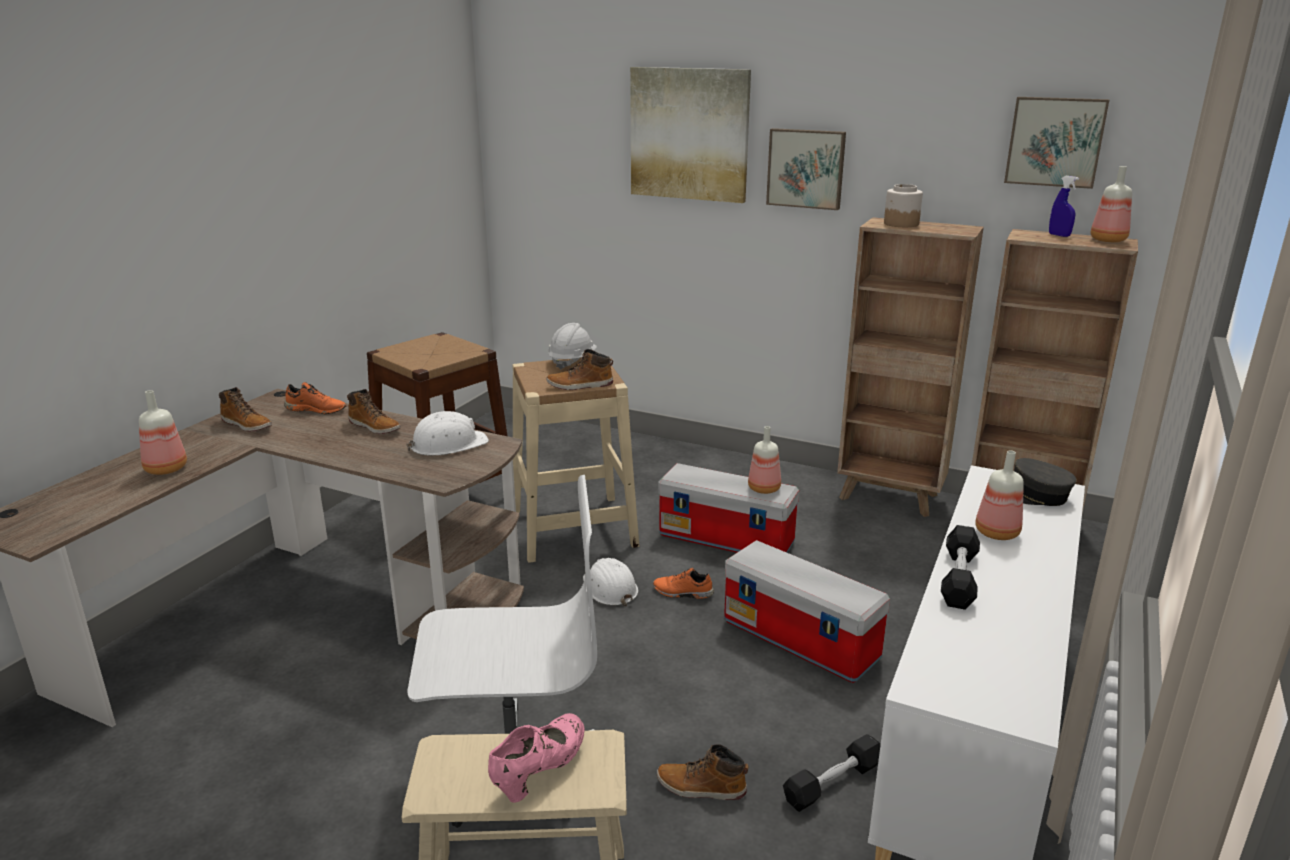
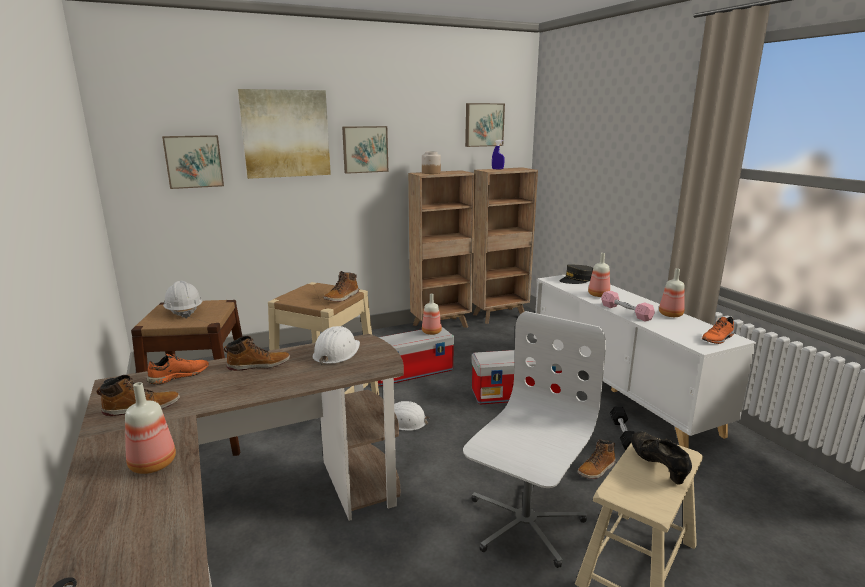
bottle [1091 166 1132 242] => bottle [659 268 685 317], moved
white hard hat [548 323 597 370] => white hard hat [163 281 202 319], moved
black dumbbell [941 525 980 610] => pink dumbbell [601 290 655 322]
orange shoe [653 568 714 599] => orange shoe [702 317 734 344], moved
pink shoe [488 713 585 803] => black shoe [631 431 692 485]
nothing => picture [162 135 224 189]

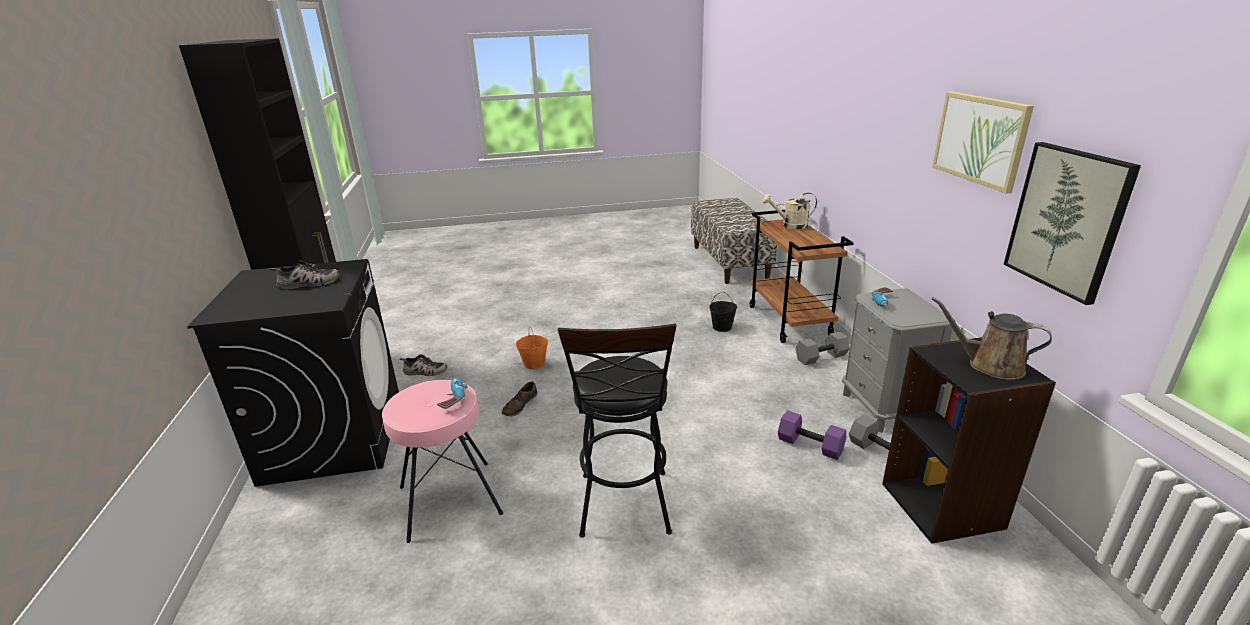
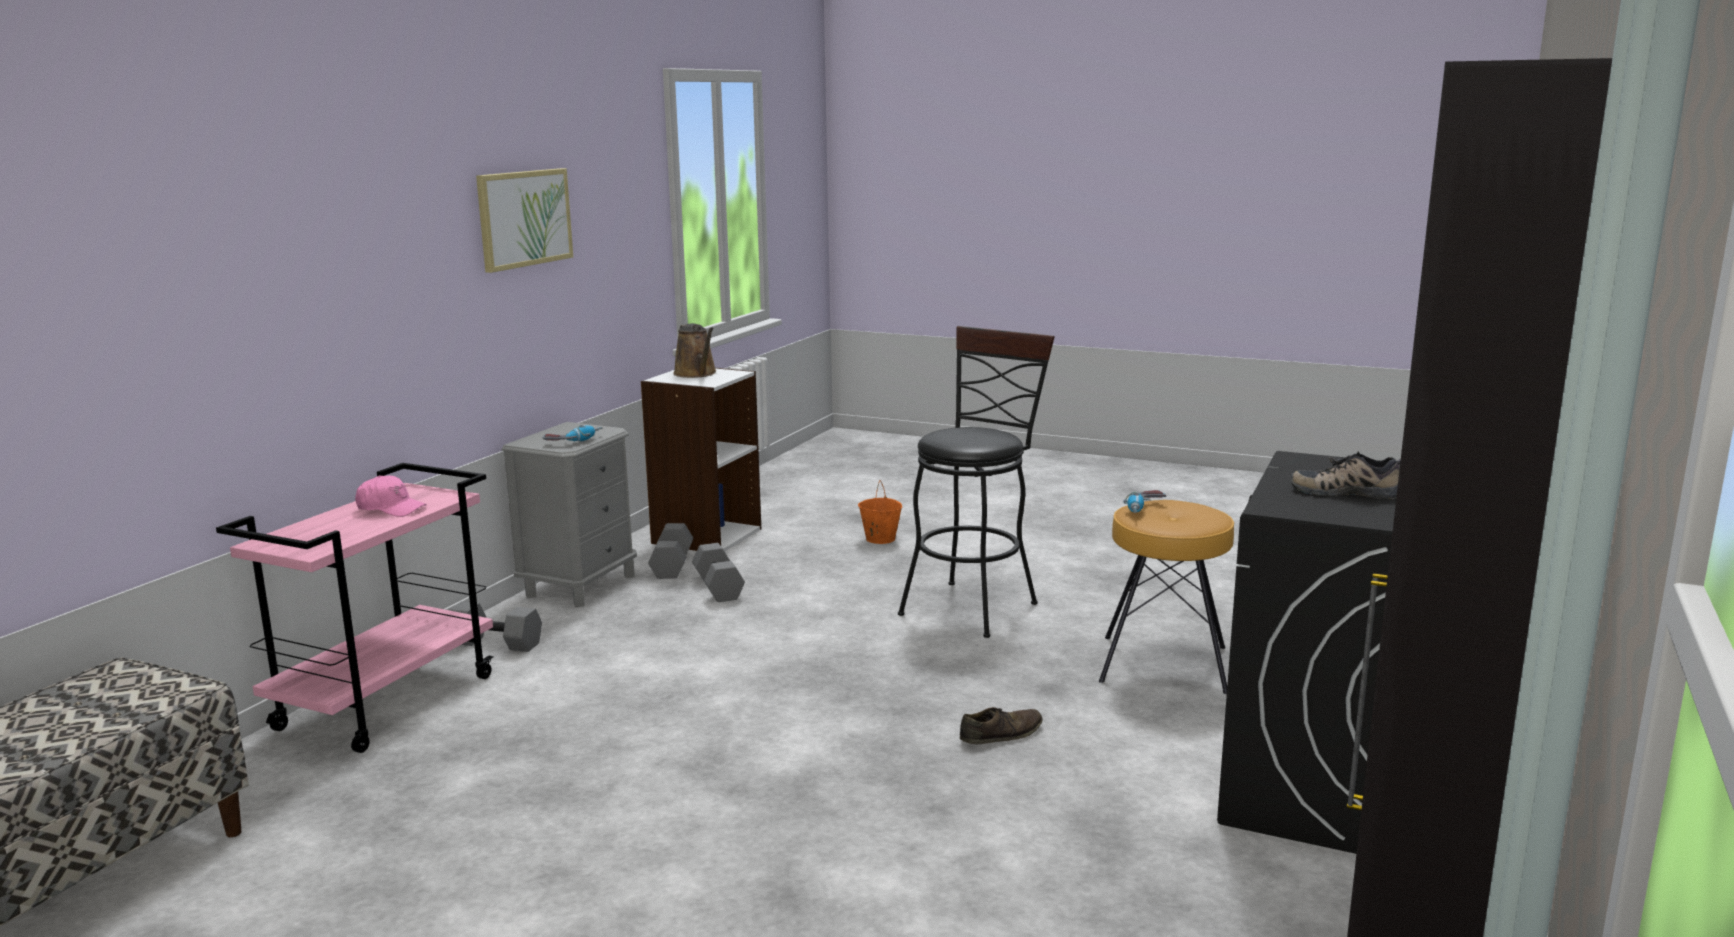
picture [1004 142 1141 305] => nothing
beige watering can [762 193 817 229] => nothing
brown cart [750 210 854 343] => pink cart [216 463 494 753]
black bucket [709 292 737 332] => nothing
orange bucket [516 326 548 369] => orange bucket [858 480 902 544], moved
black bookcase [882 337 1056 544] => white bookcase [641 368 761 551]
shoe [399 354 447 376] => nothing
pink stool [382 380 503 543] => brown stool [1099 500 1234 694]
purple dumbbell [778 410 846 460] => grey dumbbell [692 543 745 602]
nothing => pink cap [355 475 427 517]

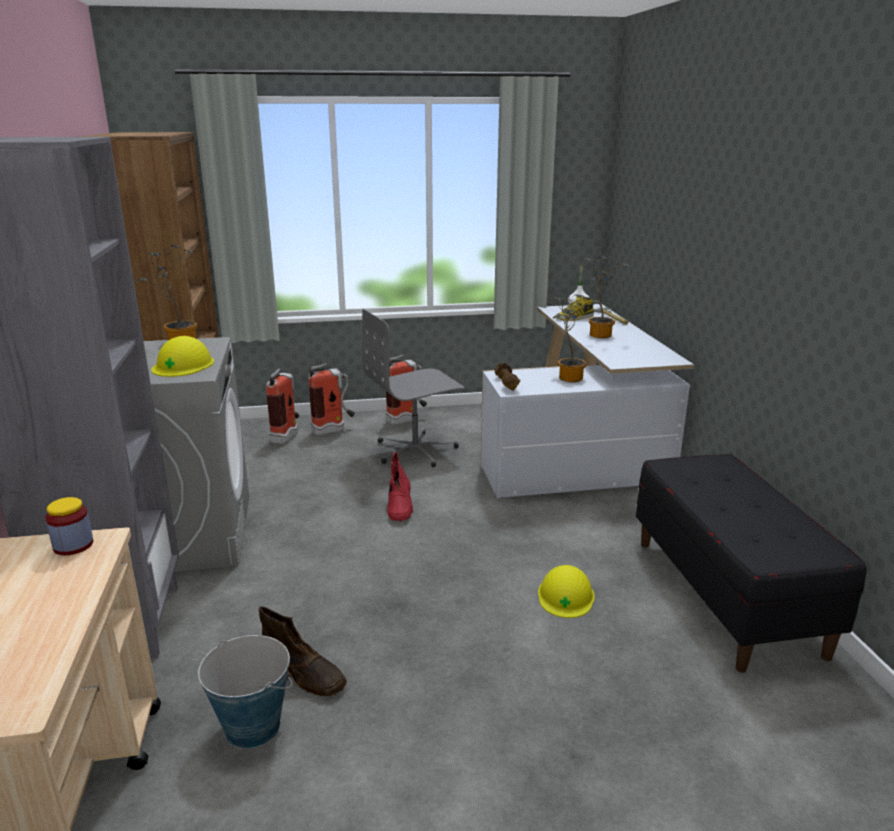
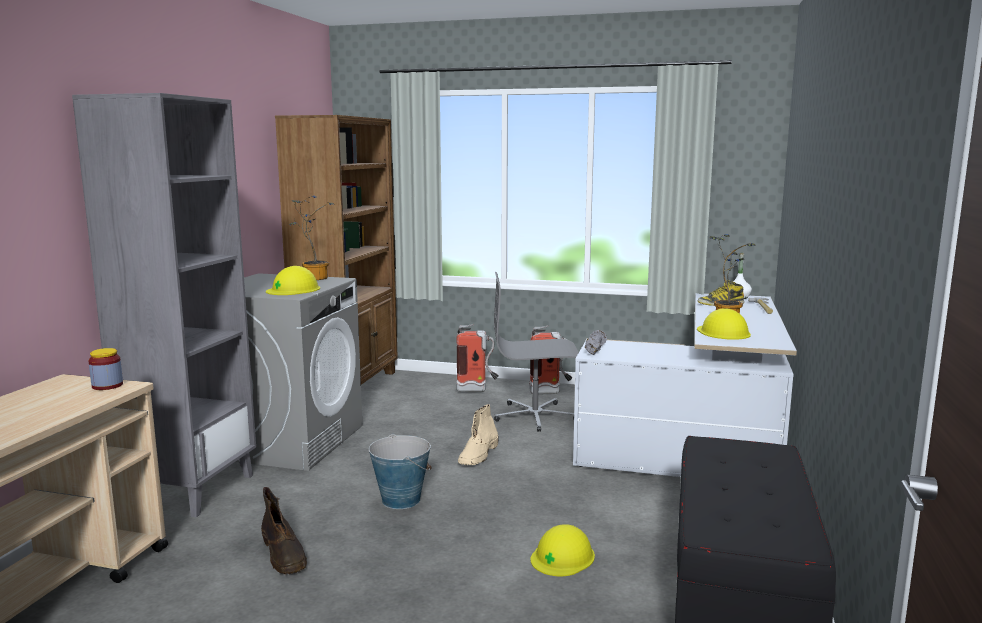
potted plant [553 294 601 382] => nothing
brown dumbbell [494 363 520 391] => grey dumbbell [585 330 607 355]
fire extinguisher [266 369 299 445] => nothing
red boot [387 452 413 521] => beige boot [458 404 499 466]
bucket [198 635 292 749] => bucket [369 434 432 509], moved
nothing => yellow hard hat [697 308 751 340]

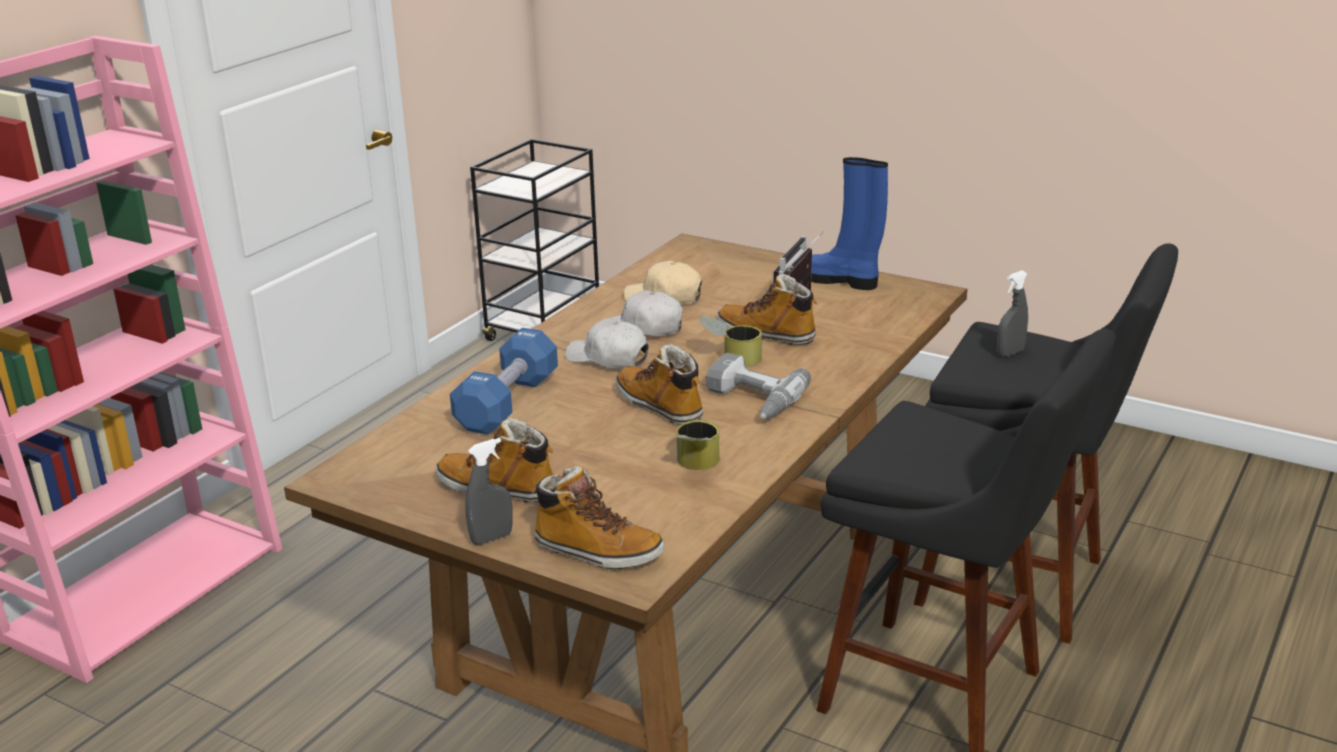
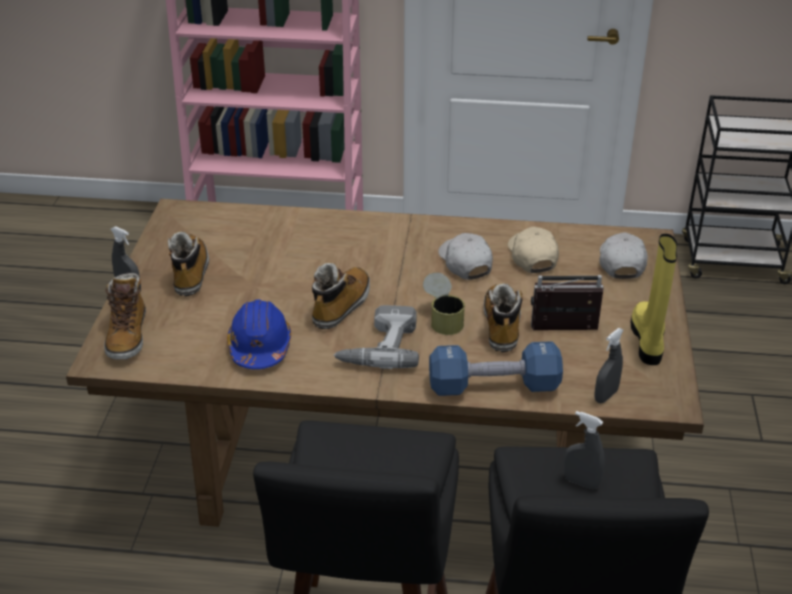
blue boot [811 157 888 290] => yellow boot [631 234 677 365]
white cap [565 319 649 369] => white cap [599 232 648 279], moved
blue dumbbell [450 328 558 435] => blue dumbbell [429 341 563 396], moved
can [676 420 720 470] => blue hard hat [227 299 291 369]
nothing => grey spray bottle [594 328 624 403]

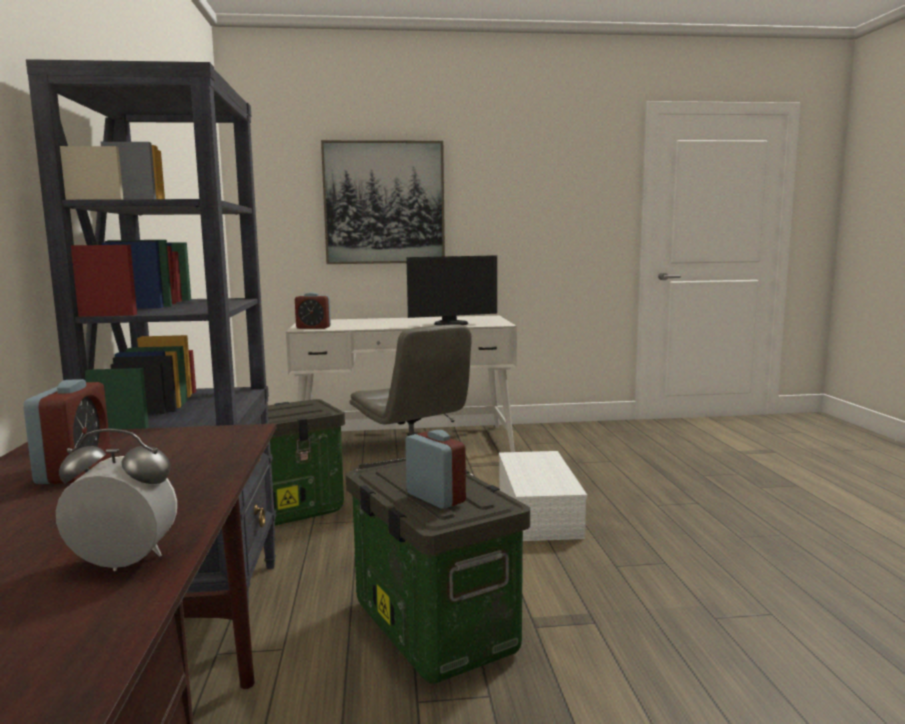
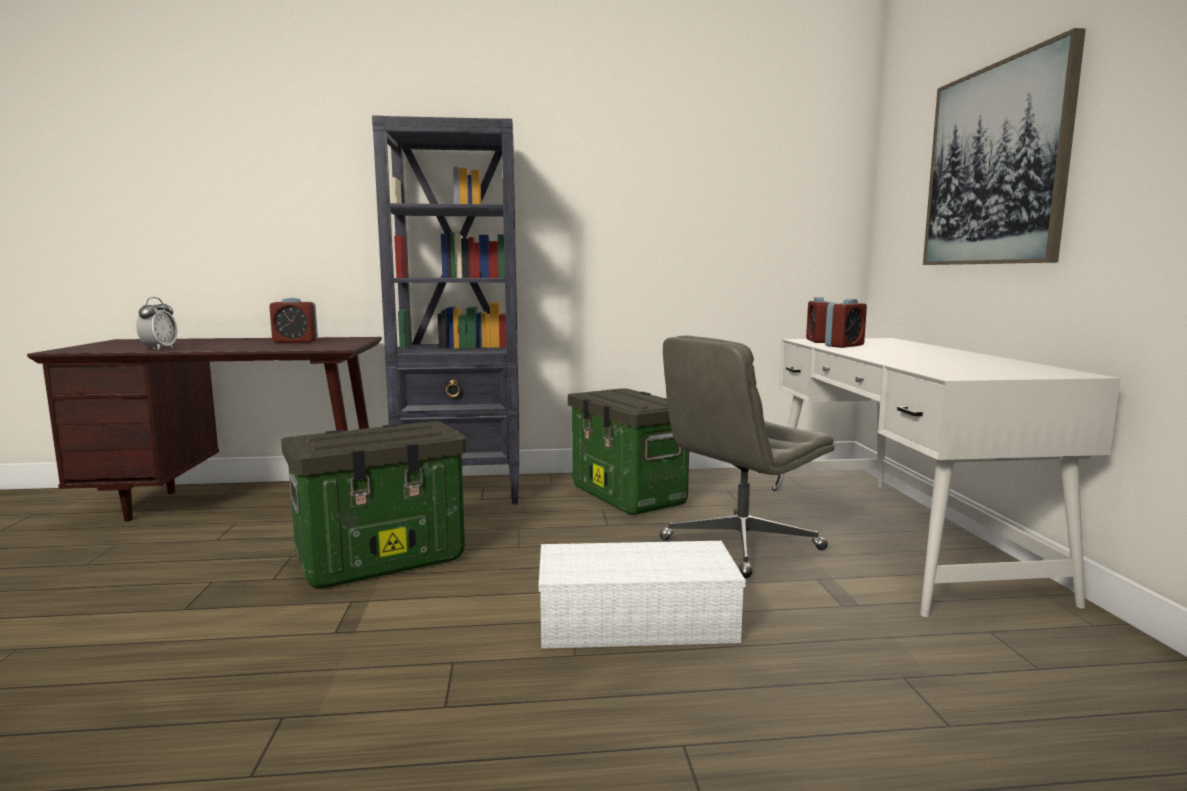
monitor [406 255 497 325] => nothing
alarm clock [405 430 466 509] => alarm clock [825 299 867 348], moved

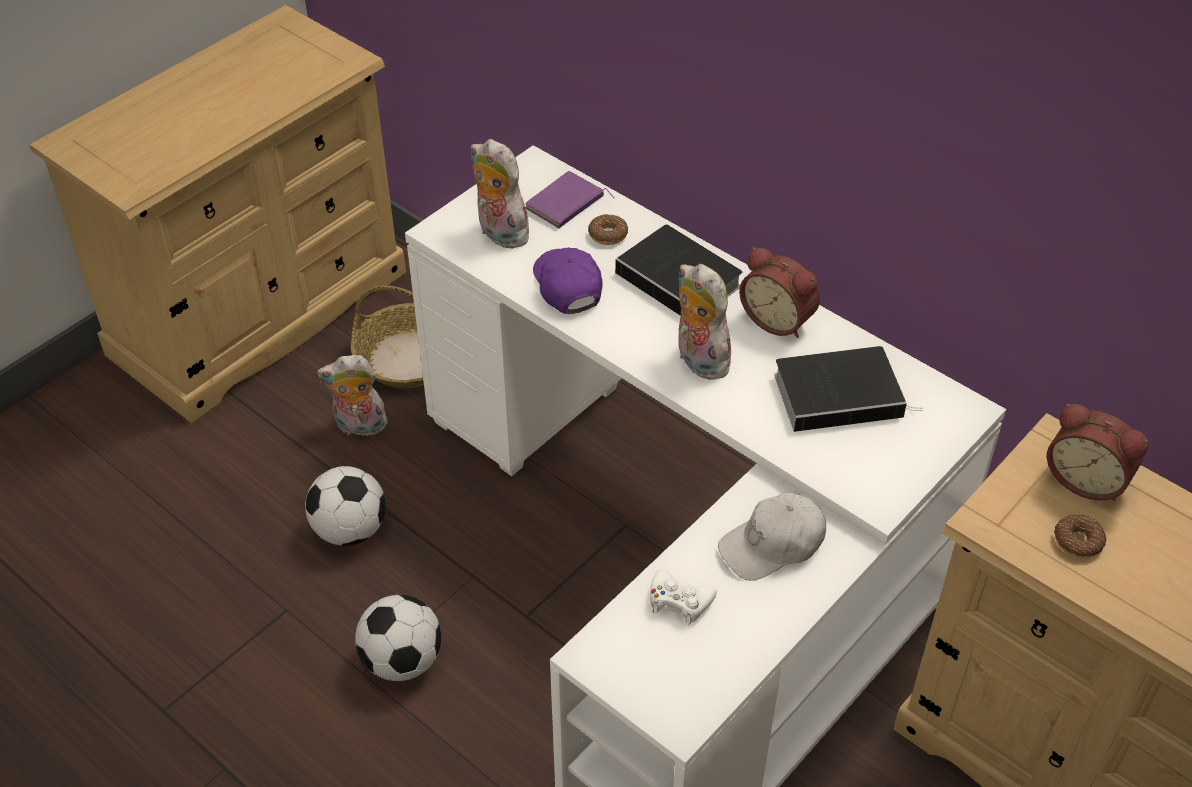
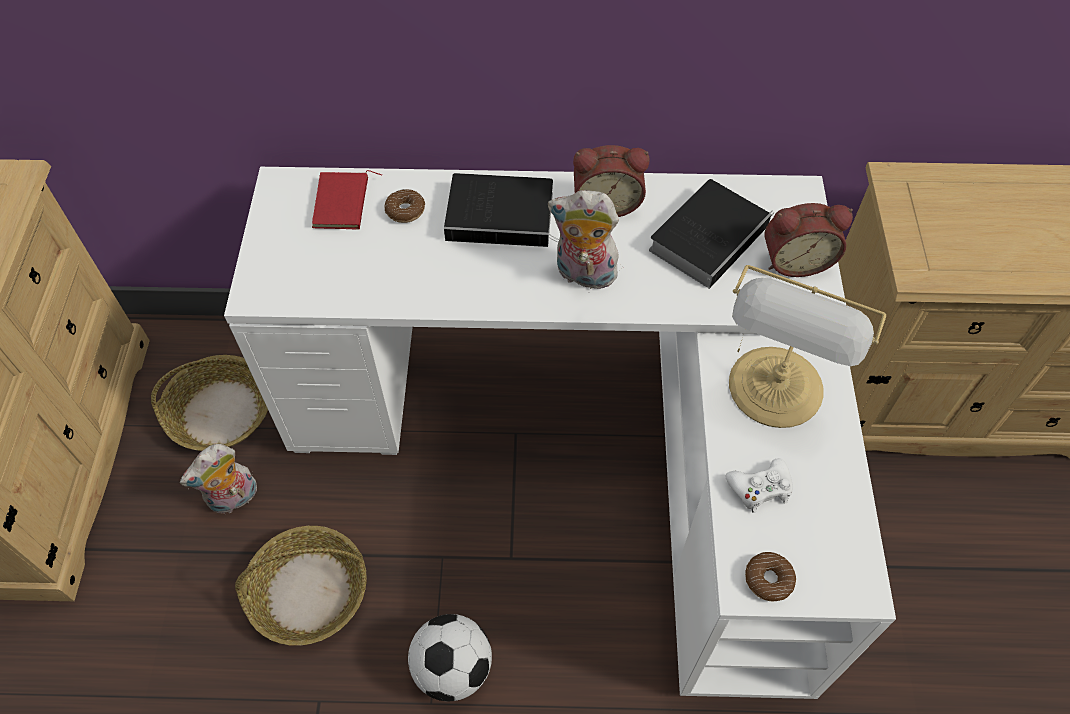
plush toy [471 139 529 248] => nothing
purple book [525 171 615 228] => red book [312 170 382 230]
purple cap [533 247 603 314] => nothing
alarm clock [1047 404 1149 501] => alarm clock [765 203 853 277], moved
football [305 466 386 546] => basket [235 526 367 646]
white cap [718 493 826 581] => table lamp [729 265 886 428]
donut [1054 514 1106 558] => donut [745 552 796 601], moved

